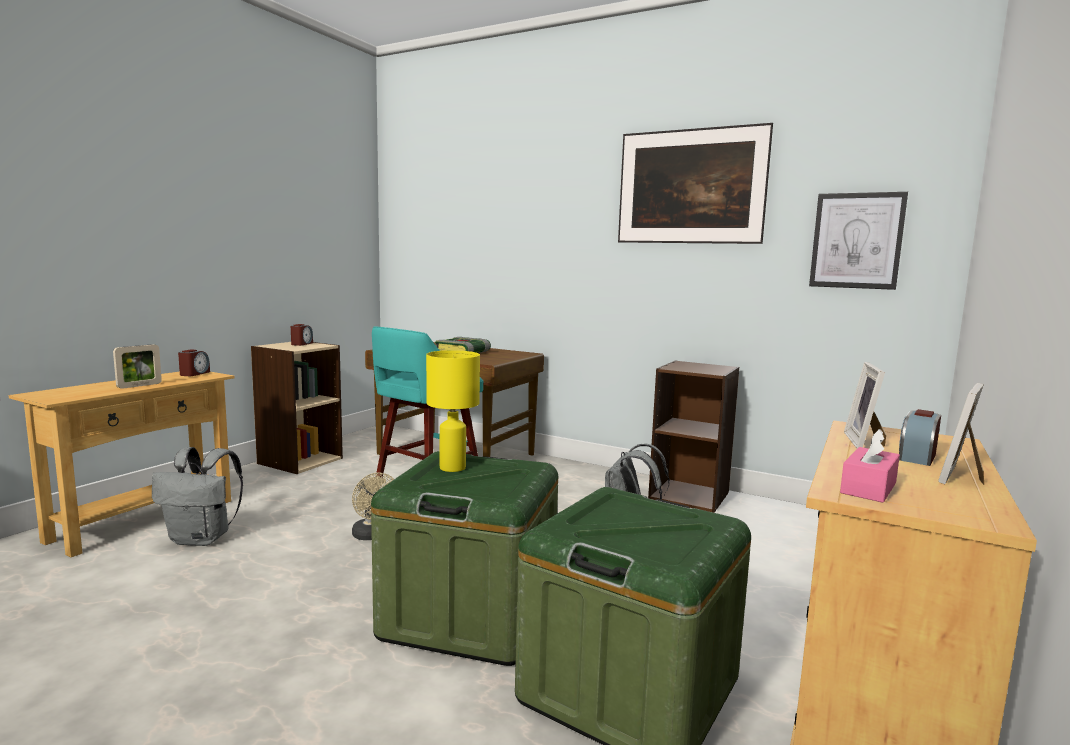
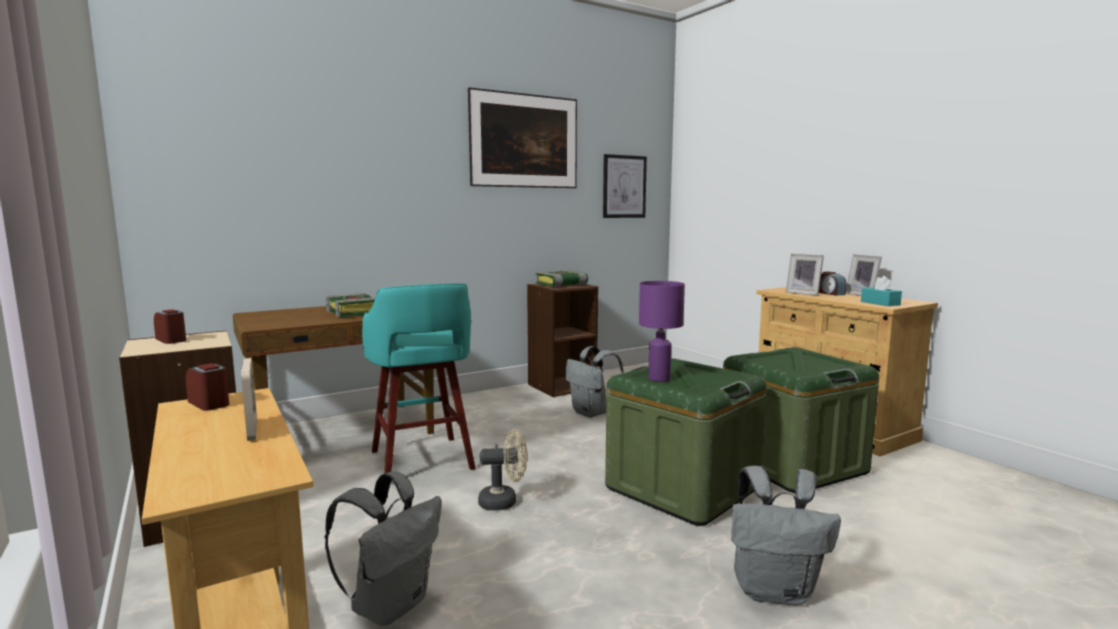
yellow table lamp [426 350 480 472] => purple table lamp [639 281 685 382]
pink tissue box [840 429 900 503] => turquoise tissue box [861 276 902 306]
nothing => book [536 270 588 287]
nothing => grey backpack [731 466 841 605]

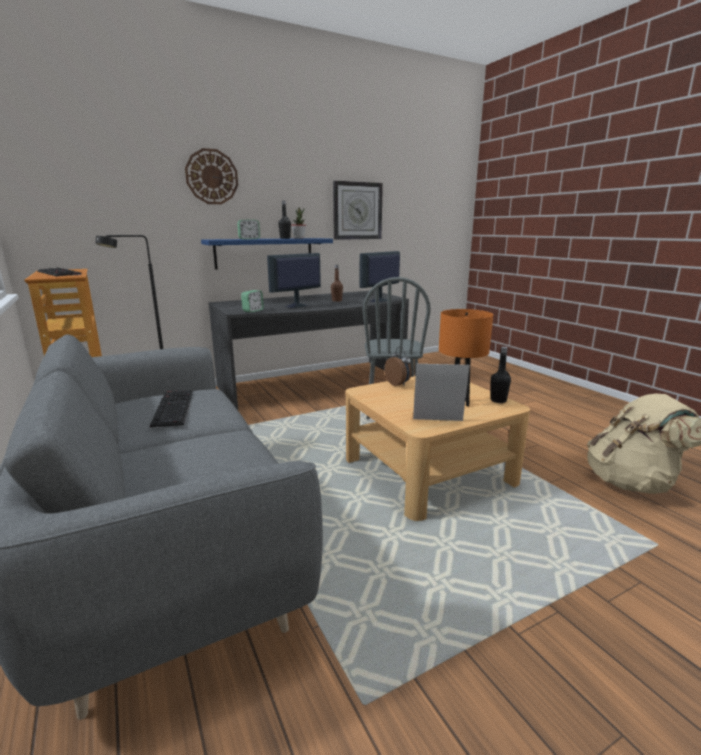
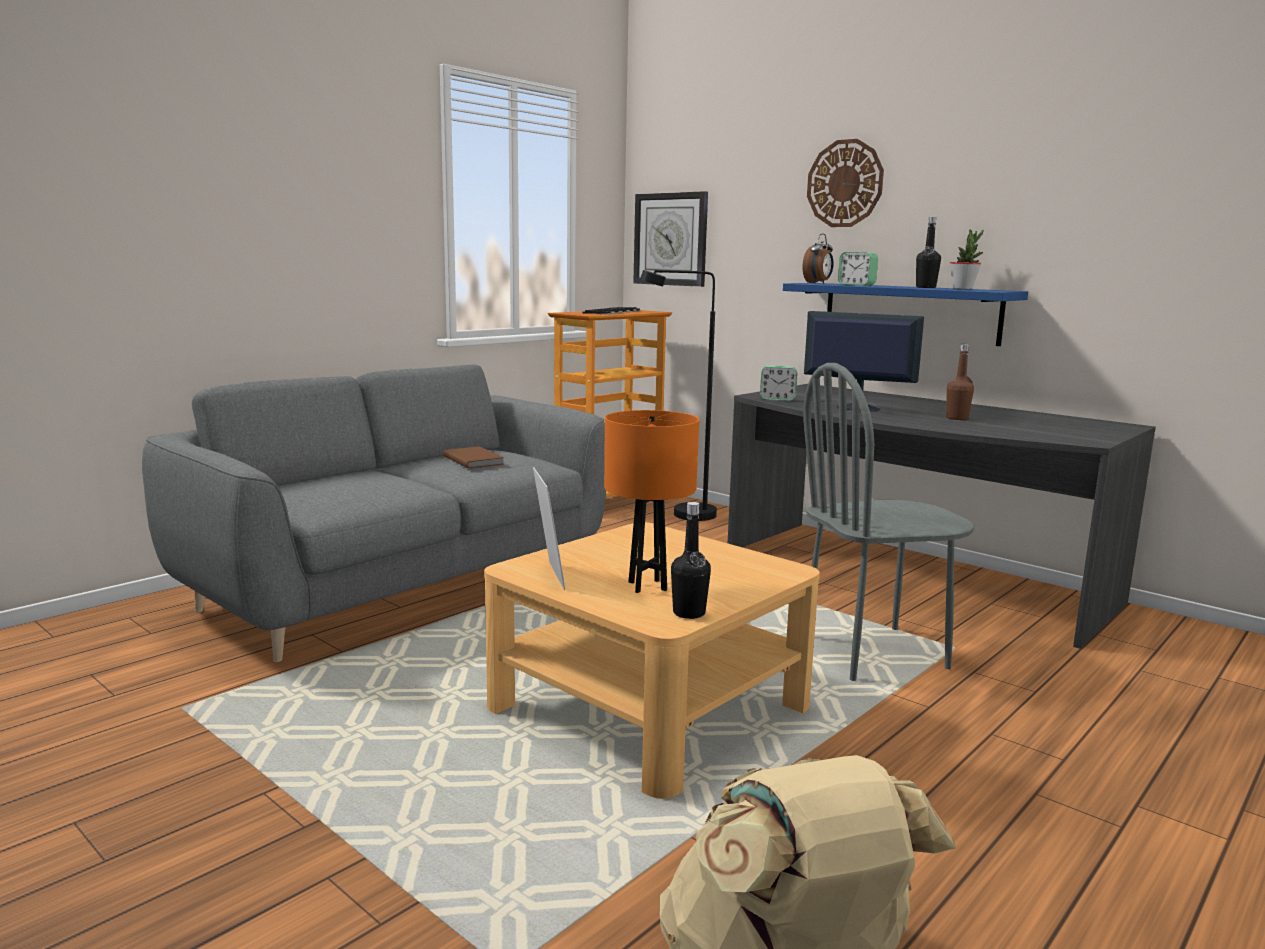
wall clock [333 181 383 240] => wall clock [633 191 708 287], moved
monitor [359 251 400 302] => nothing
alarm clock [384 347 412 386] => alarm clock [803 234 834 283], moved
keyboard [150 390 193 428] => brown book [443 446 504 469]

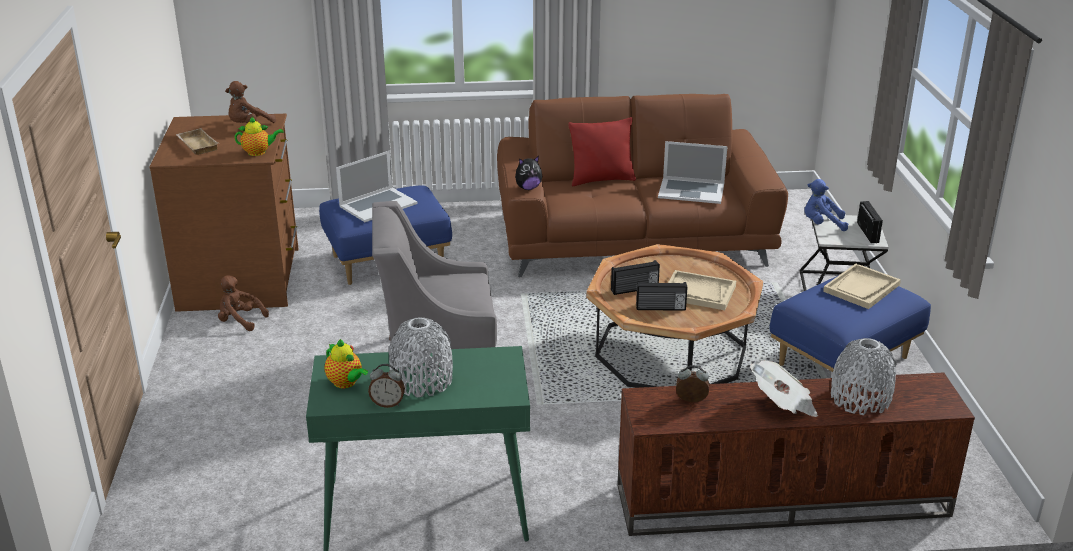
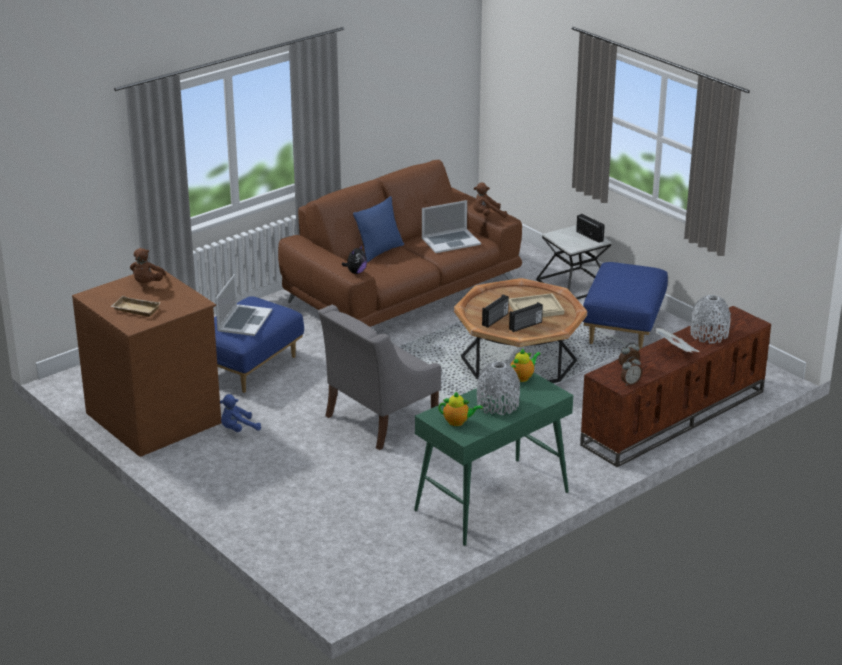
teapot [234 116 284 156] => teapot [510 349 541 382], moved
red pillow [568 117 636 186] => blue pillow [353 196 404 262]
blue plush toy [805 179 849 231] => blue plush toy [220 394 261 432], moved
beige tray [823 263 901 309] => nothing
brown plush toy [218 275 269 331] => brown plush toy [473 183 507 218], moved
alarm clock [368 364 405 408] => alarm clock [621 357 642 386], moved

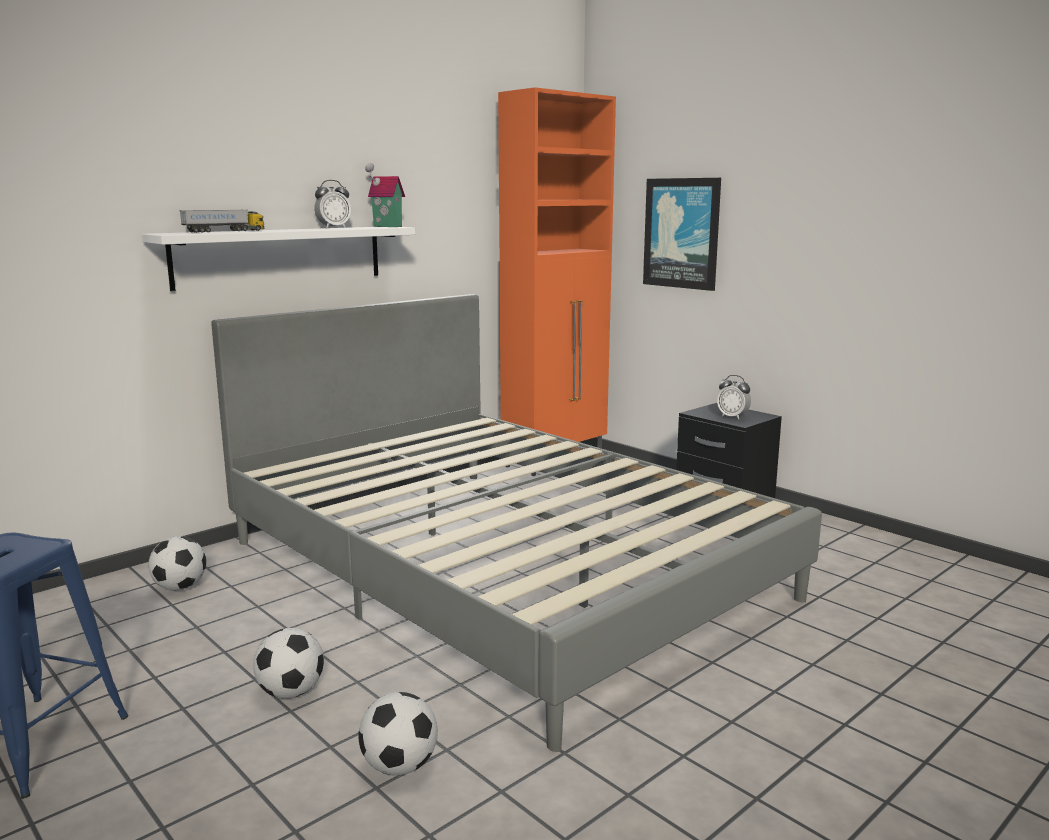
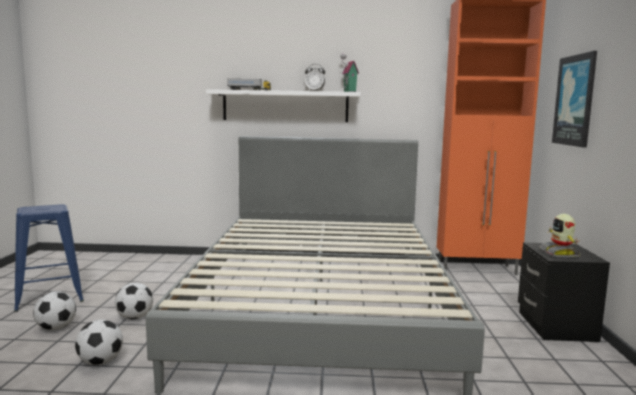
alarm clock [717 375 751 420] => toy robot [539 214 581 257]
football [148 536 206 591] => football [33 291 76 330], moved

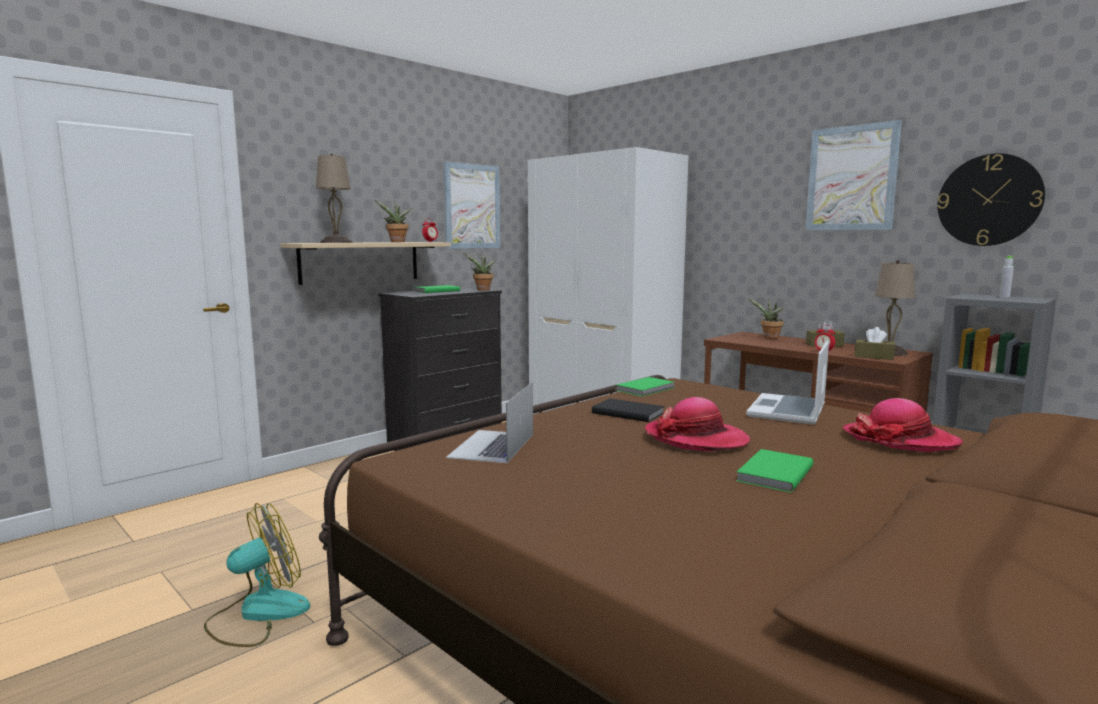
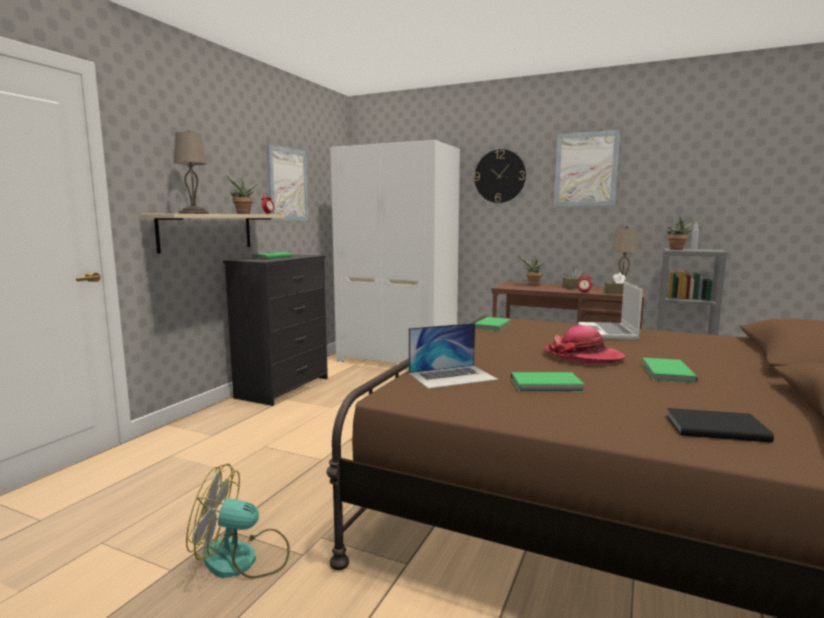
wall clock [938 153 1045 246] => wall clock [474 149 526 203], moved
potted plant [464 253 497 291] => potted plant [666 216 693 250], moved
laptop [446 382 533 463] => laptop [409 323 498 389], 105 degrees counterclockwise
black book [592 398 665 422] => black book [666 408 774 443], moved
hat [843 398 963 452] => nothing
fan [204 503 310 647] => fan [186 464 290 579], 120 degrees counterclockwise
nothing => green book [511 372 585 392]

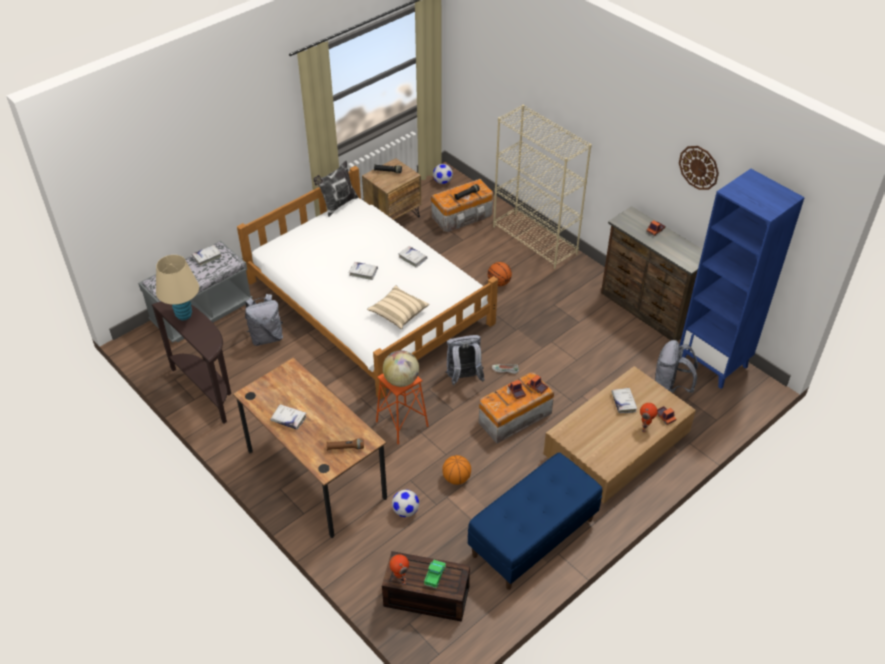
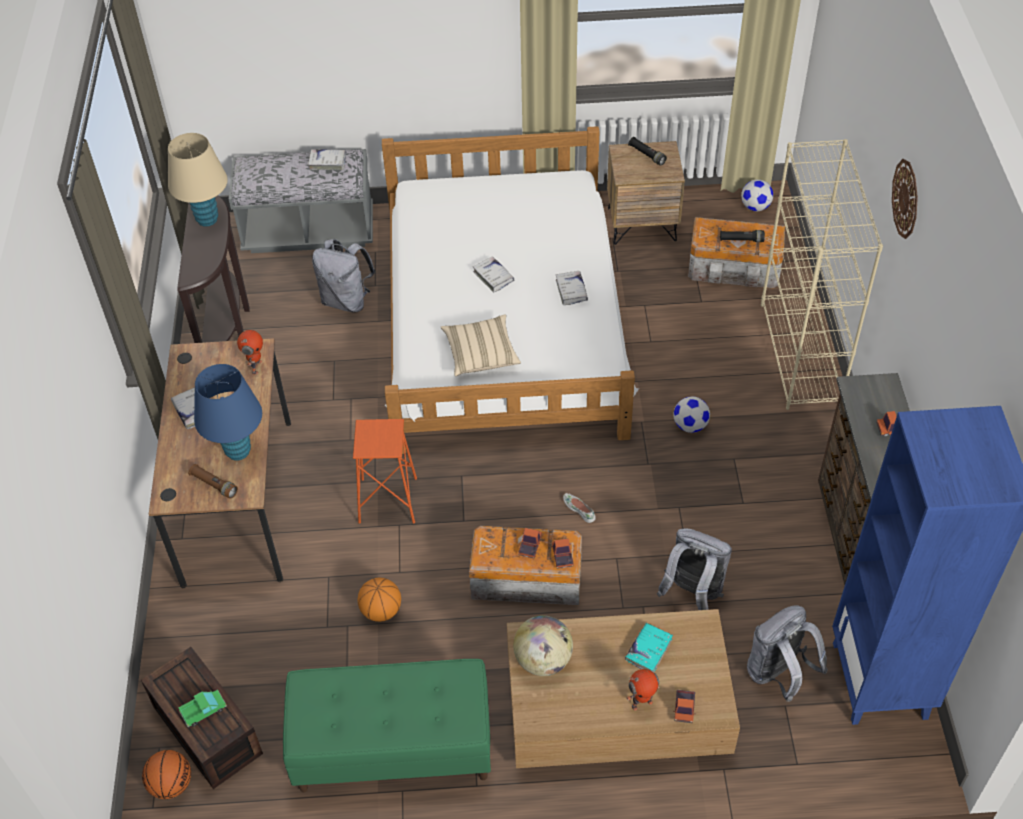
wall clock [679 146 719 190] => wall clock [892 159 918 239], moved
pillow [313 161 359 217] => nothing
basketball [488 262 512 286] => basketball [142 750 191 799], moved
grey backpack [445 335 485 385] => grey backpack [657 528 732 610], moved
globe [383 350 419 387] => globe [513 615 573 676], moved
white book [611 388 637 413] => turquoise book [625 623 673 673]
blue bench [468 452 602 590] => green bench [283 659 491 792]
football [392 490 419 517] => football [673 397 710 433], moved
toy robot [390 554 409 585] => toy robot [237 330 263 374], moved
nothing => blue table lamp [194 364 262 461]

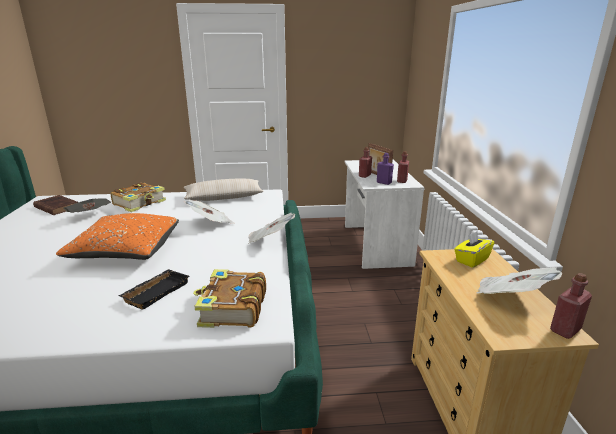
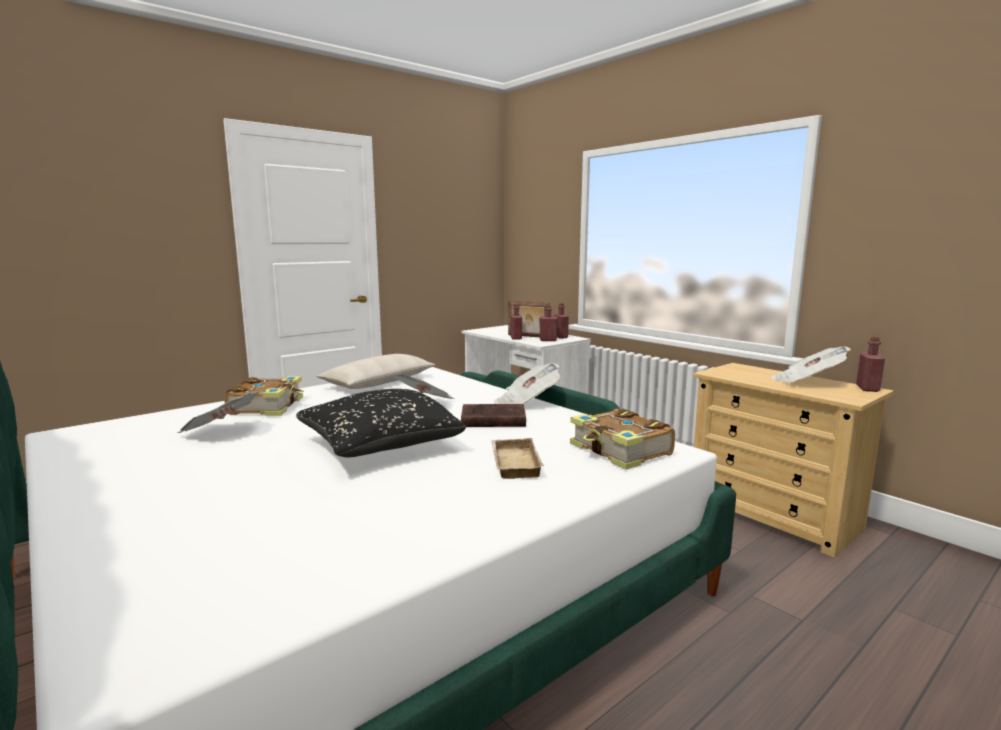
purple bottle [377 153 394 185] => red bottle [539 305 558 341]
brown book [33 195 78 215] => brown book [461 404 526 427], moved
orange pillow [56 213 179 260] => black pillow [296 389 466 457]
yellow tissue box [454 231 494 268] => nothing
black tray [118 269 189 310] => beige tray [491 438 544 479]

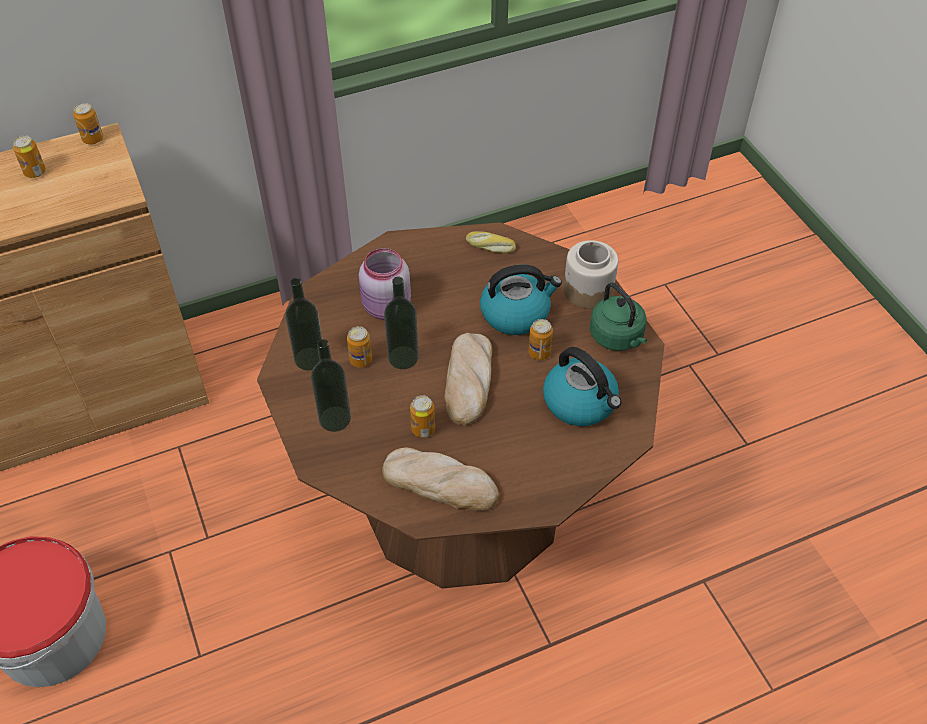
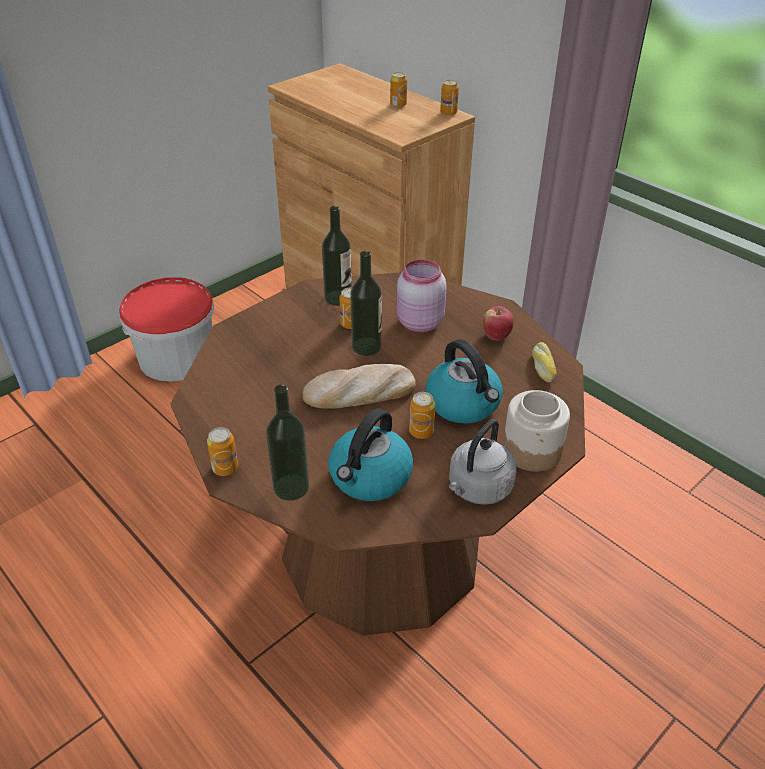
green kettle [590 283 647 351] => grey kettle [449 419 517 505]
bottle [311 339 351 432] => bottle [266 384 309 501], moved
can [410 395 435 438] => can [207 427 238 476], moved
bread [382 448 499 511] => nothing
nothing => apple [482 306 514 341]

